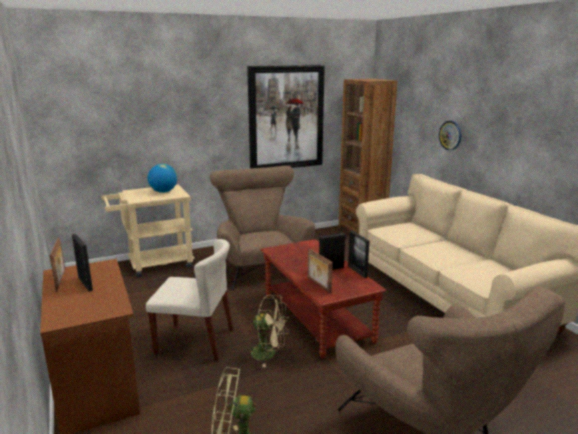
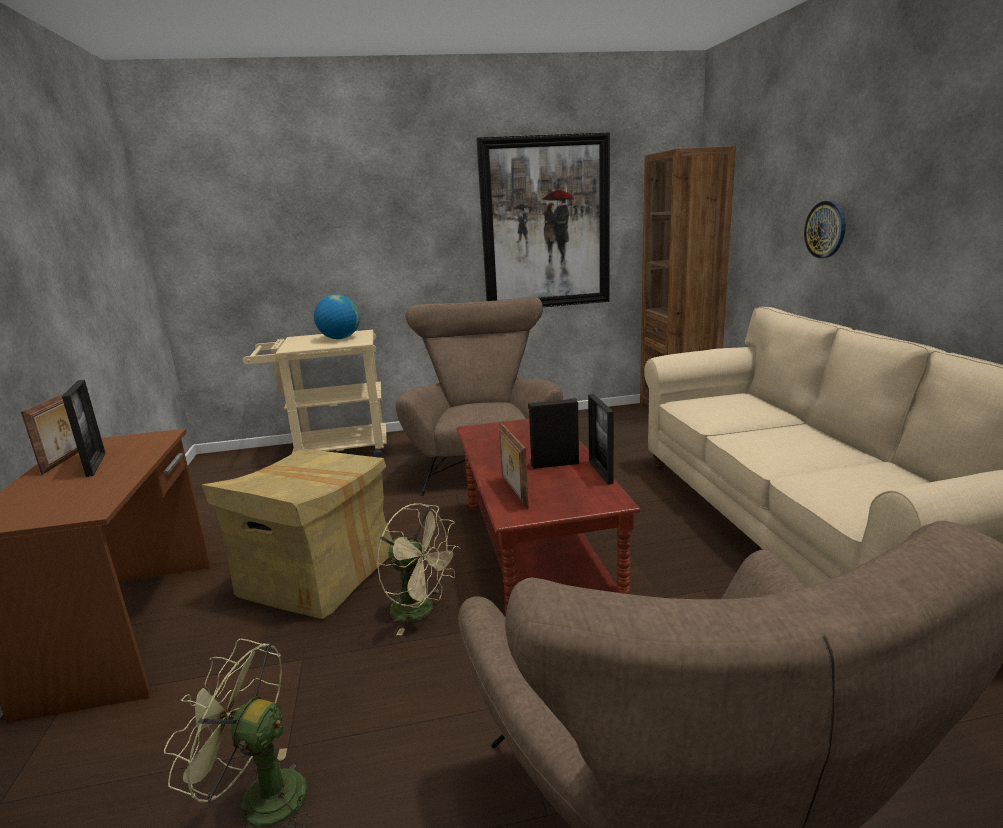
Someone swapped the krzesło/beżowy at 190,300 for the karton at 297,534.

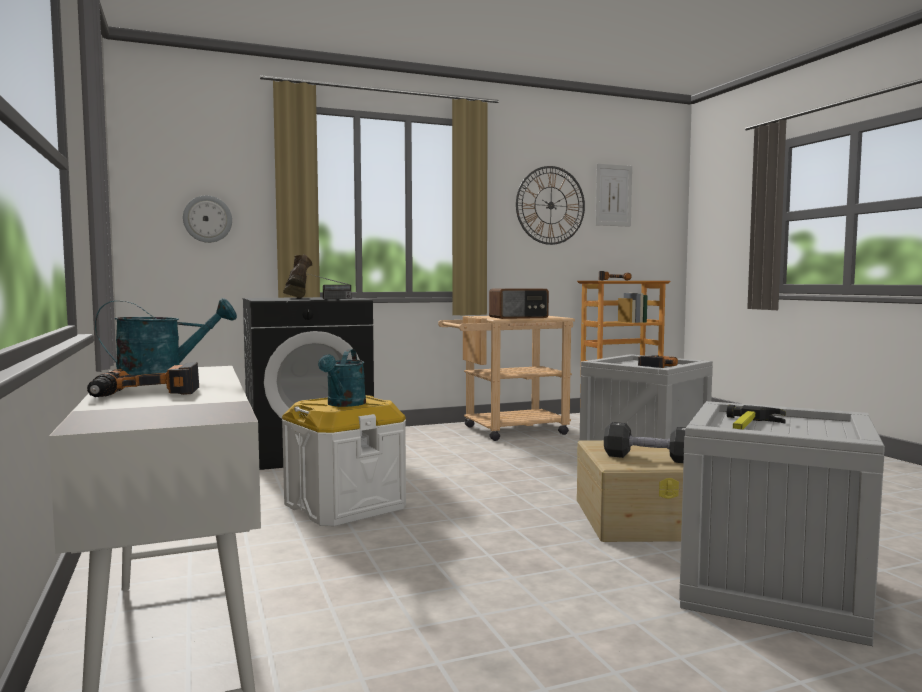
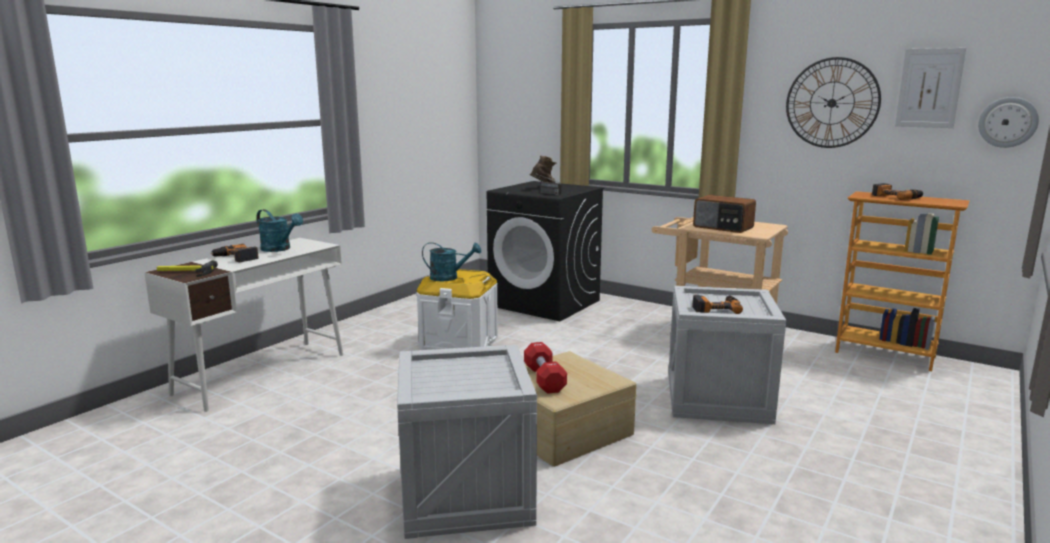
Someone carried the zegar ścienny from 207,219 to 1008,122. Someone rotated the konewka/turkusowy at 342,378 by 150 degrees counterclockwise. Someone carried the młotek from 756,417 to 187,268. Someone repainted the hantel/czarny at 644,442, which became the hantel/czerwony at 545,368.

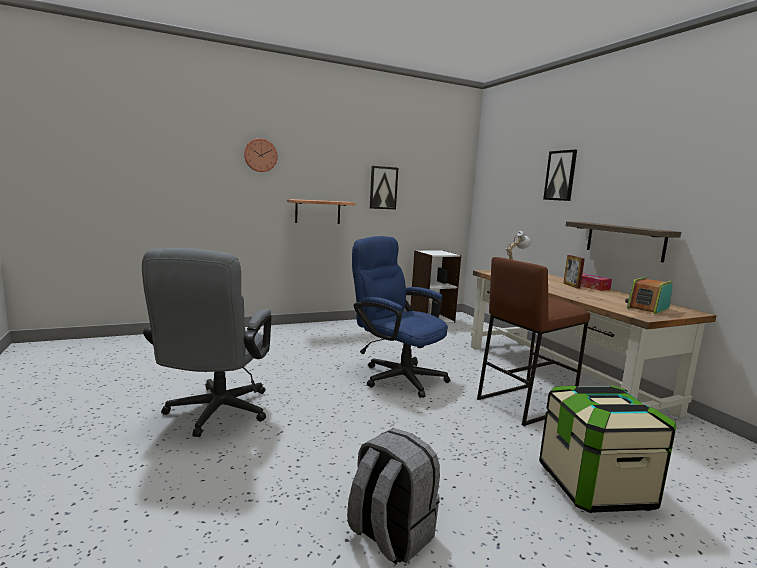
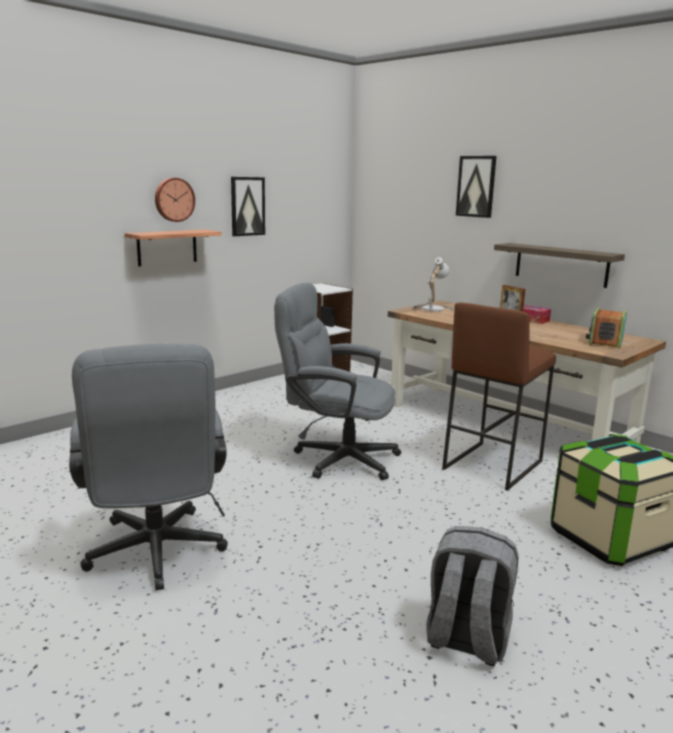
Someone carried the zegar ścienny from 260,155 to 175,200. Someone repainted the krzesło biurowe/niebieski at 401,317, which became the krzesło biurowe/szary at 337,381.

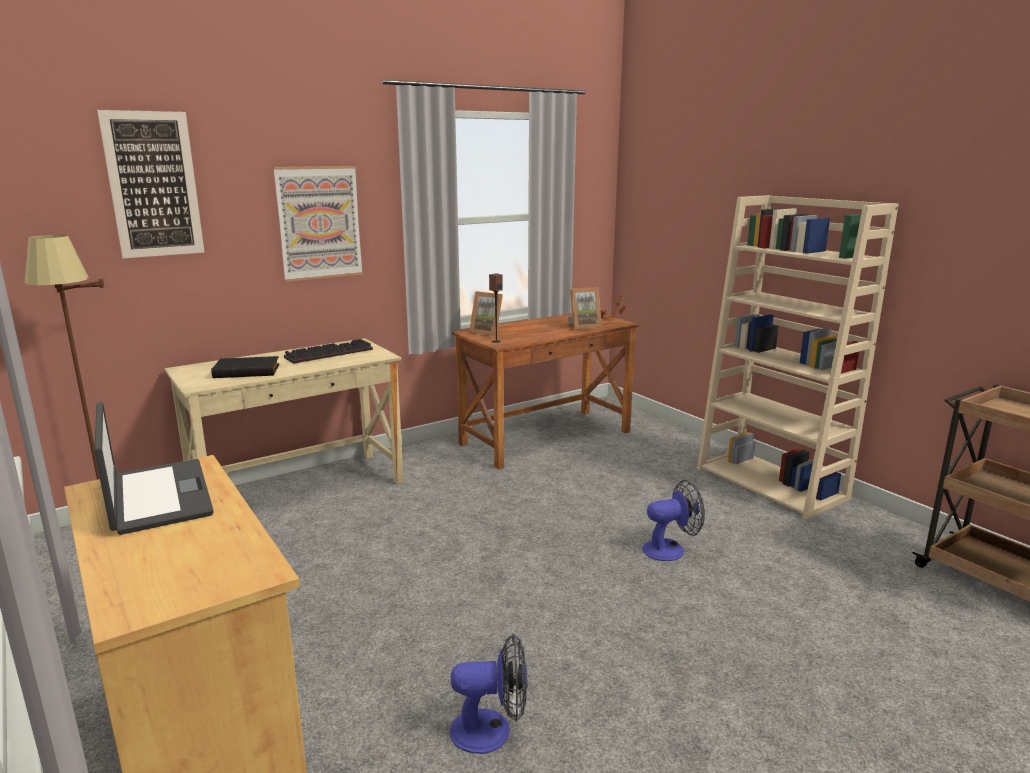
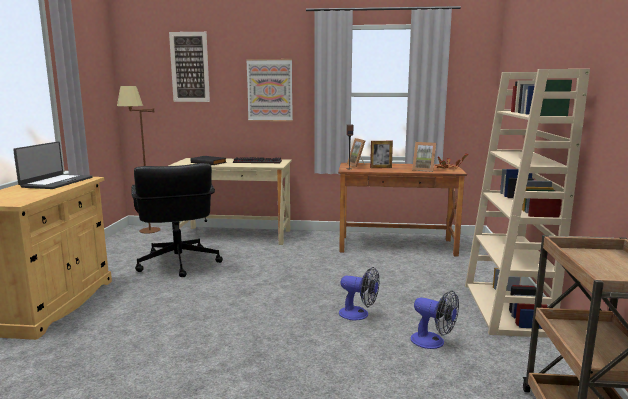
Someone carried the wentylator from 489,694 to 435,320. Someone put down the ramka na zdjęcie at 381,154. Someone put down the krzesło biurowe/czarny at 177,220.

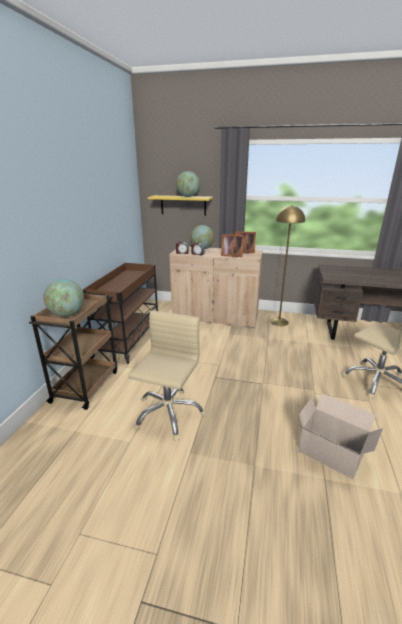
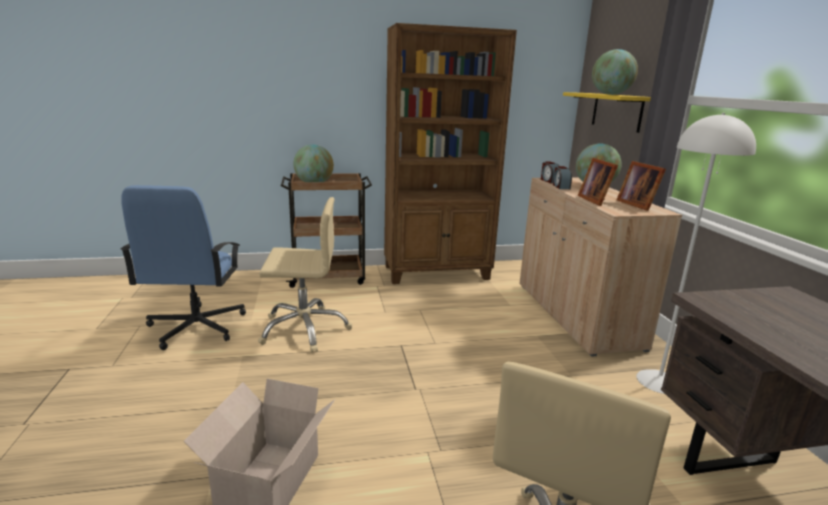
Someone repainted the lampa stojąca/żółty at 287,265, which became the lampa stojąca/biały at 696,253. Someone swapped the wózek/brązowy at 120,313 for the regał/brązowy at 450,153. Someone put down the krzesło biurowe/niebieski at 183,267.

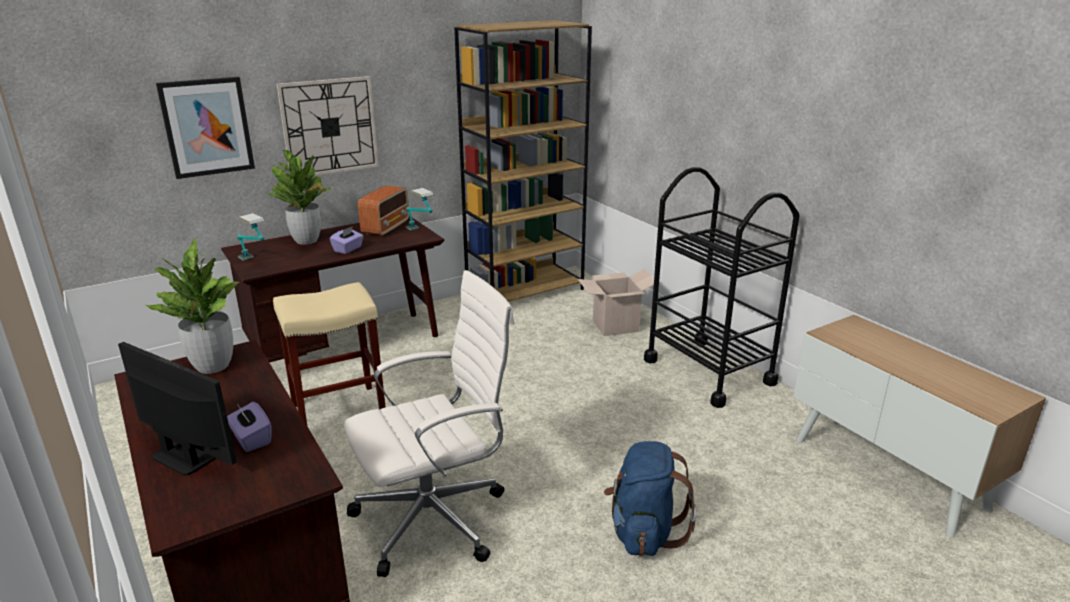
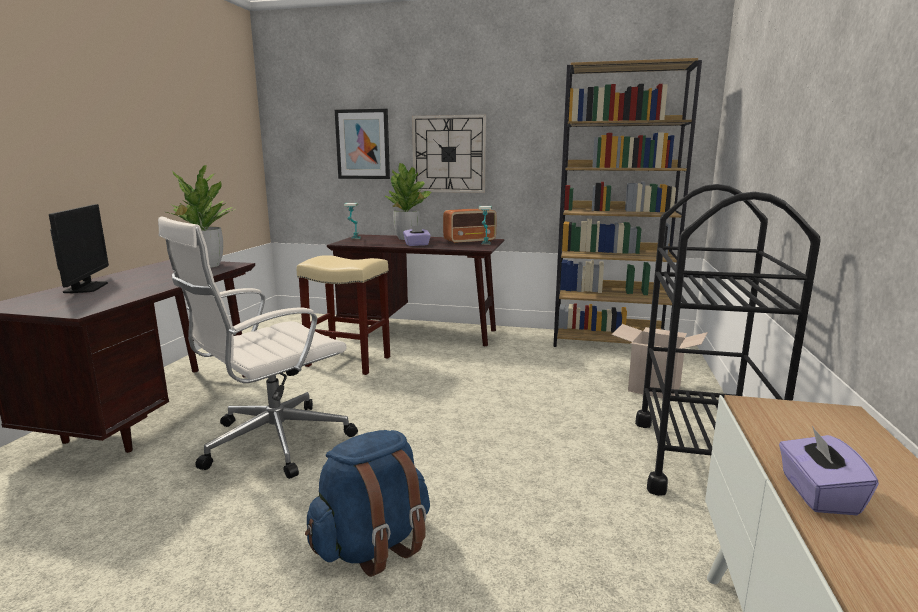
Someone rotated the krzesło biurowe/biały at 429,423 by 120 degrees clockwise. Someone carried the pudełko chusteczek/fioletowy from 249,427 to 829,470.

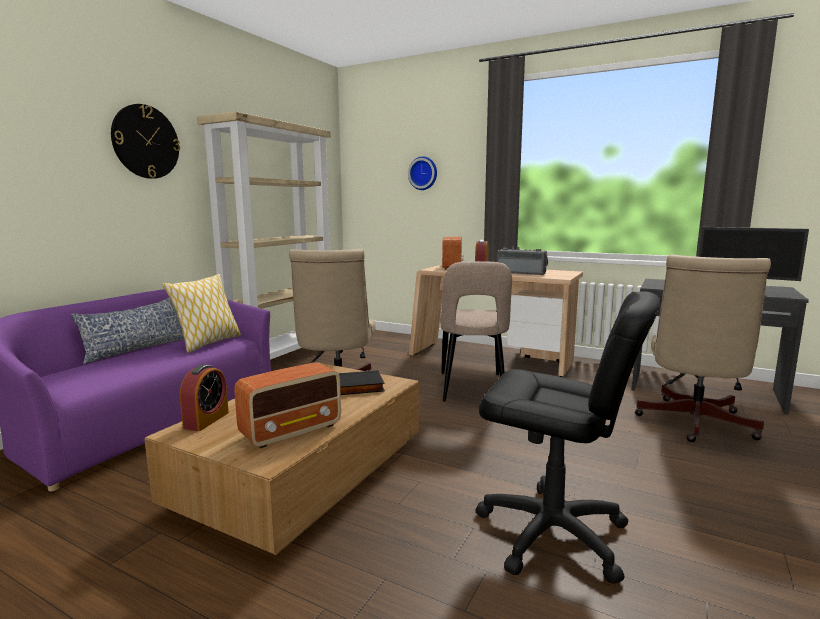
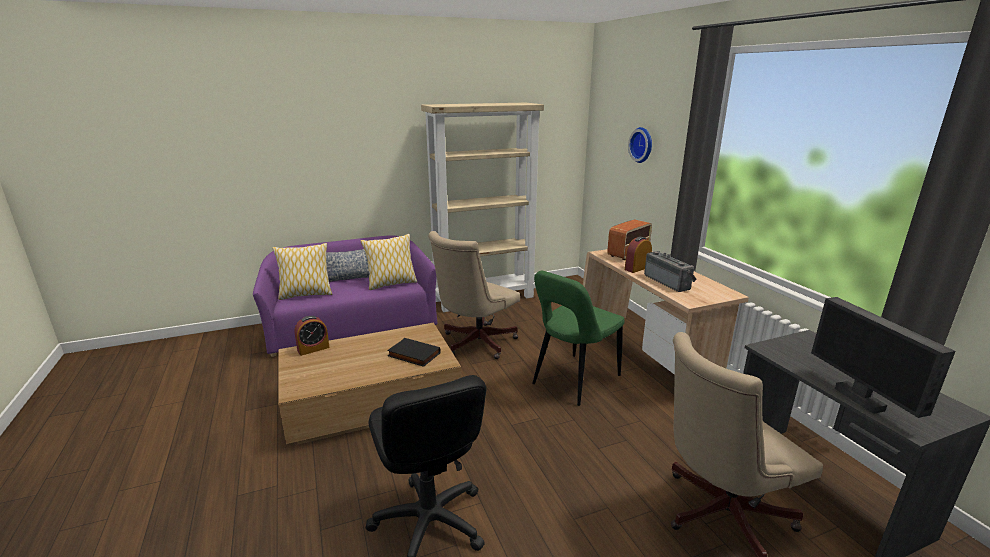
Someone took away the zegar ścienny at 145,141. Someone repainted the krzesło/beżowy at 476,331, which became the krzesło/zielony at 578,338. Someone took away the radio at 287,405. Someone put down the poduszka at 302,271.

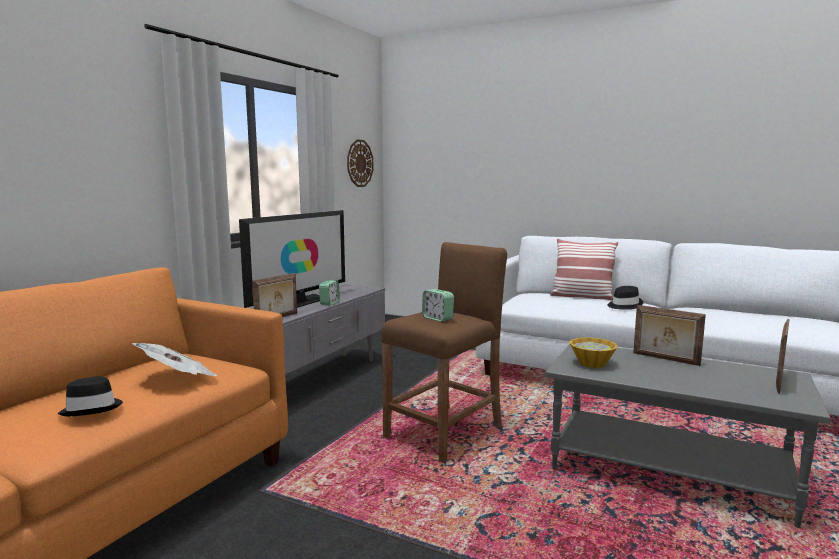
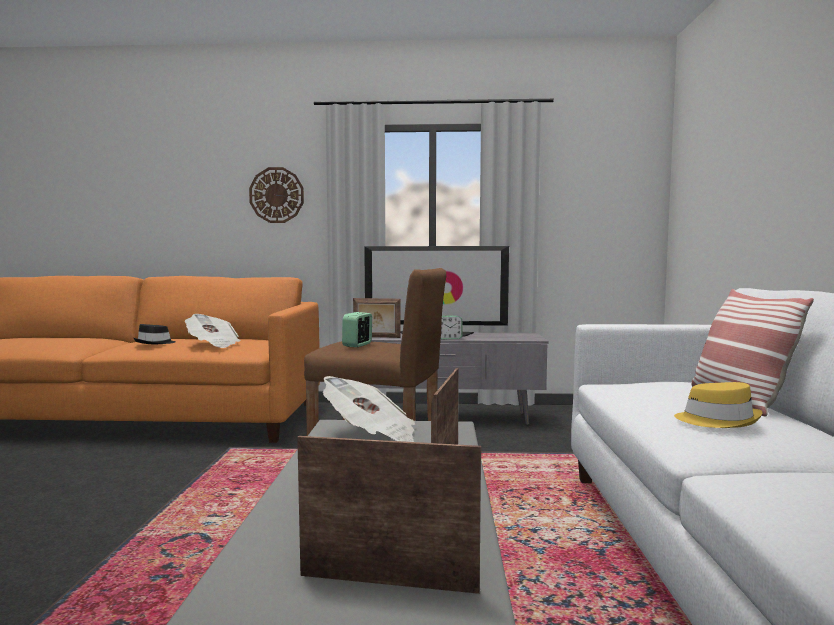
Someone carried the zegar ścienny from 360,163 to 276,195. Someone repainted the kapelusz/czarny at 625,298, which became the kapelusz/żółty at 718,405. Someone swapped the miska at 593,352 for the gazeta at 369,409.

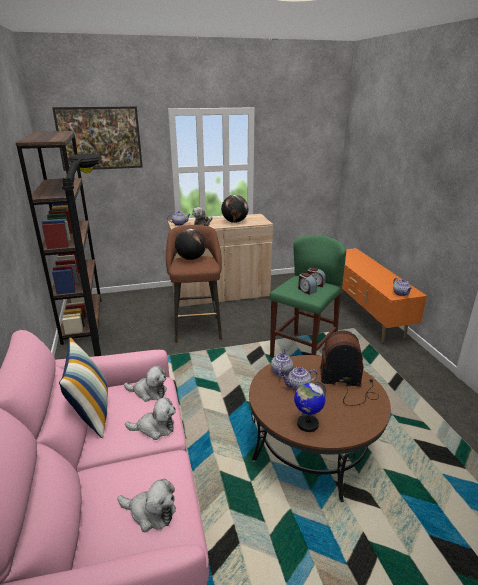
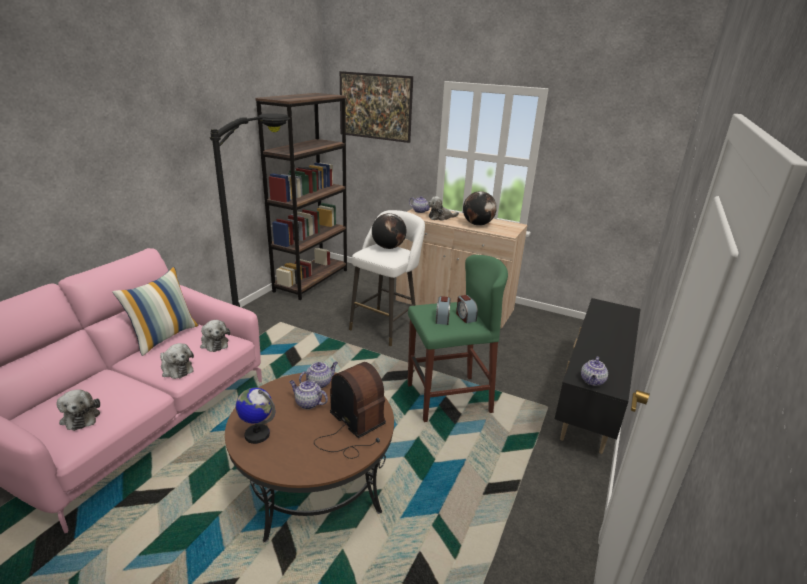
Someone repainted the stołek/brązowy at 194,284, which became the stołek/biały at 387,278. Someone repainted the szafka pod telewizor/pomarańczowy at 384,295, which became the szafka pod telewizor/czarny at 597,376.

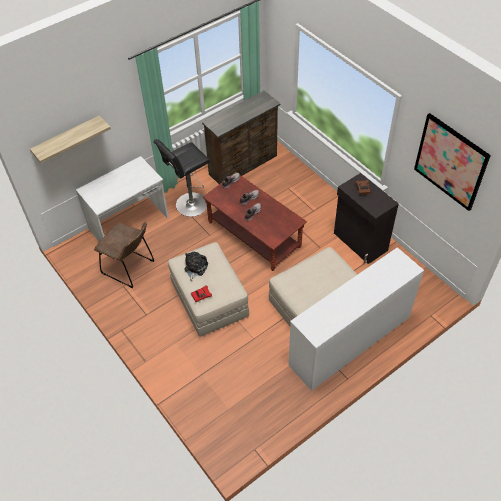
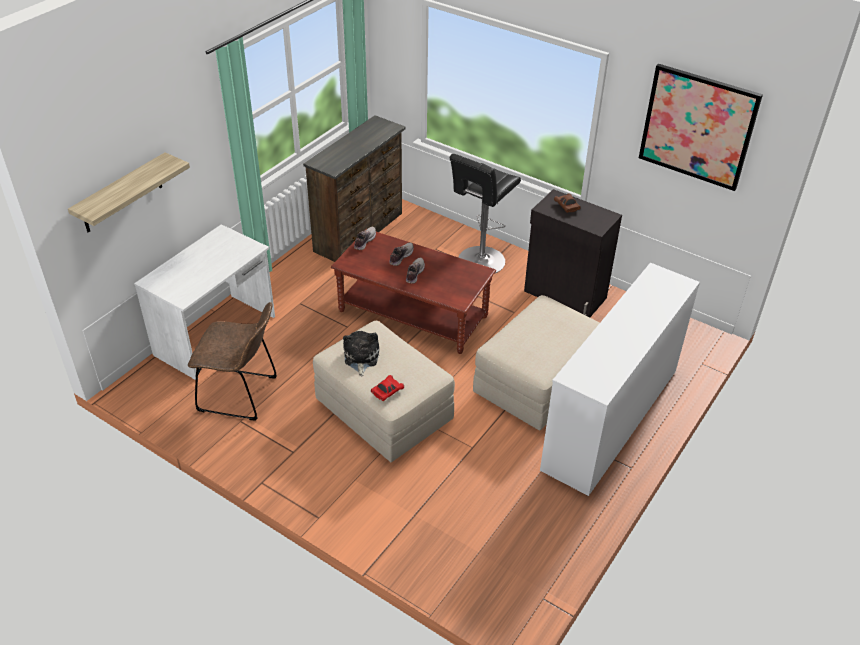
Someone carried the stołek/czarny from 181,178 to 485,214.

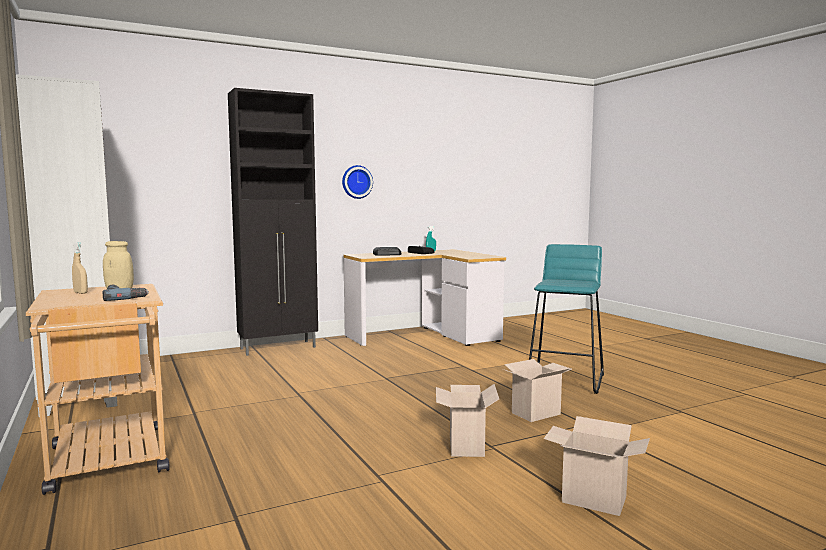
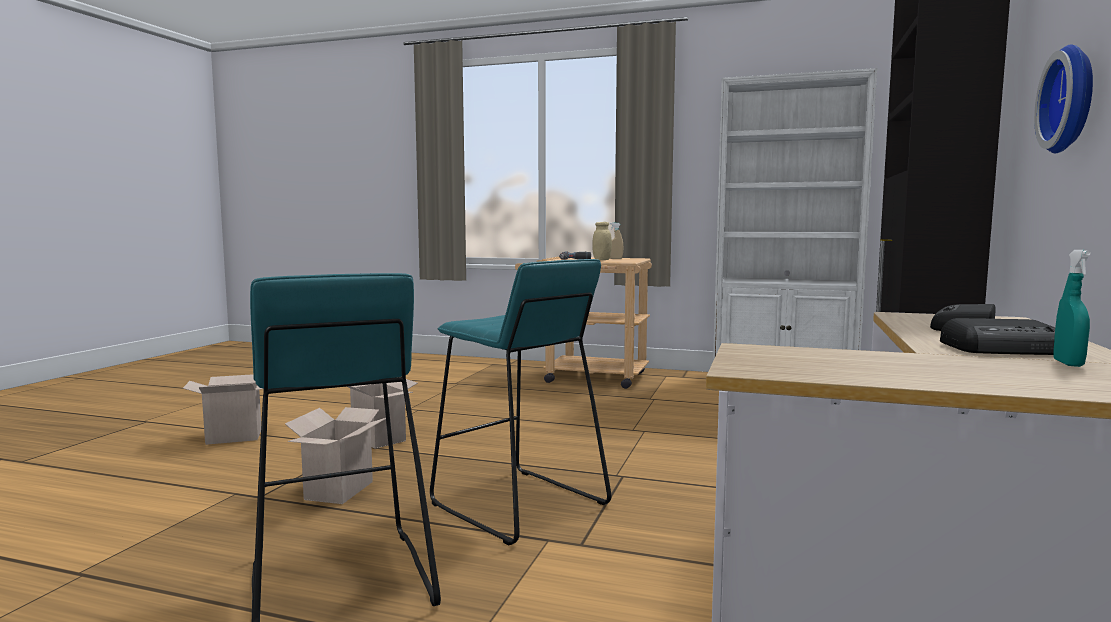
Someone put down the stołek/turkusowy at 520,402.

